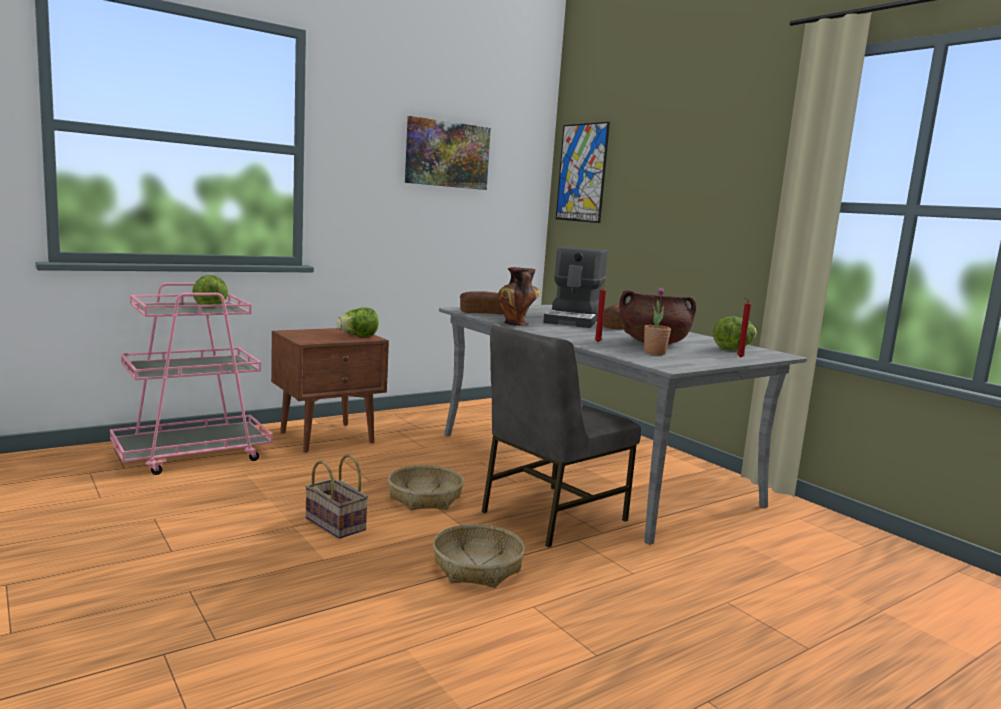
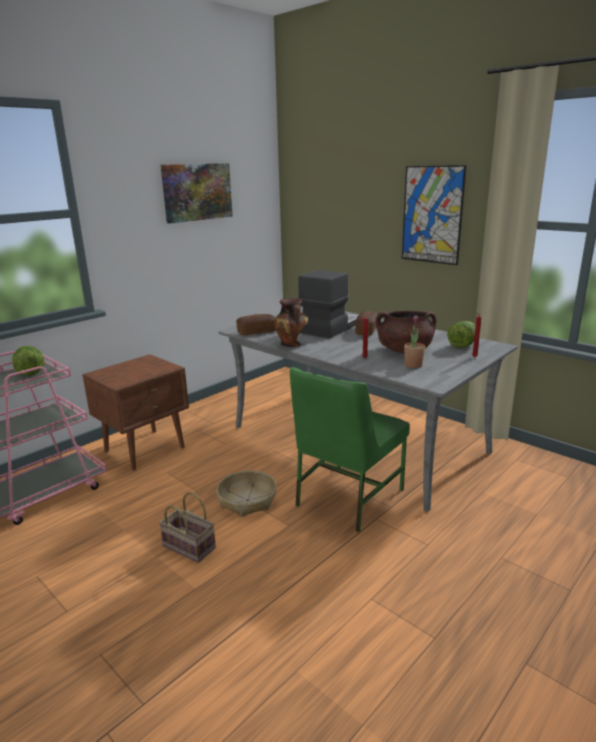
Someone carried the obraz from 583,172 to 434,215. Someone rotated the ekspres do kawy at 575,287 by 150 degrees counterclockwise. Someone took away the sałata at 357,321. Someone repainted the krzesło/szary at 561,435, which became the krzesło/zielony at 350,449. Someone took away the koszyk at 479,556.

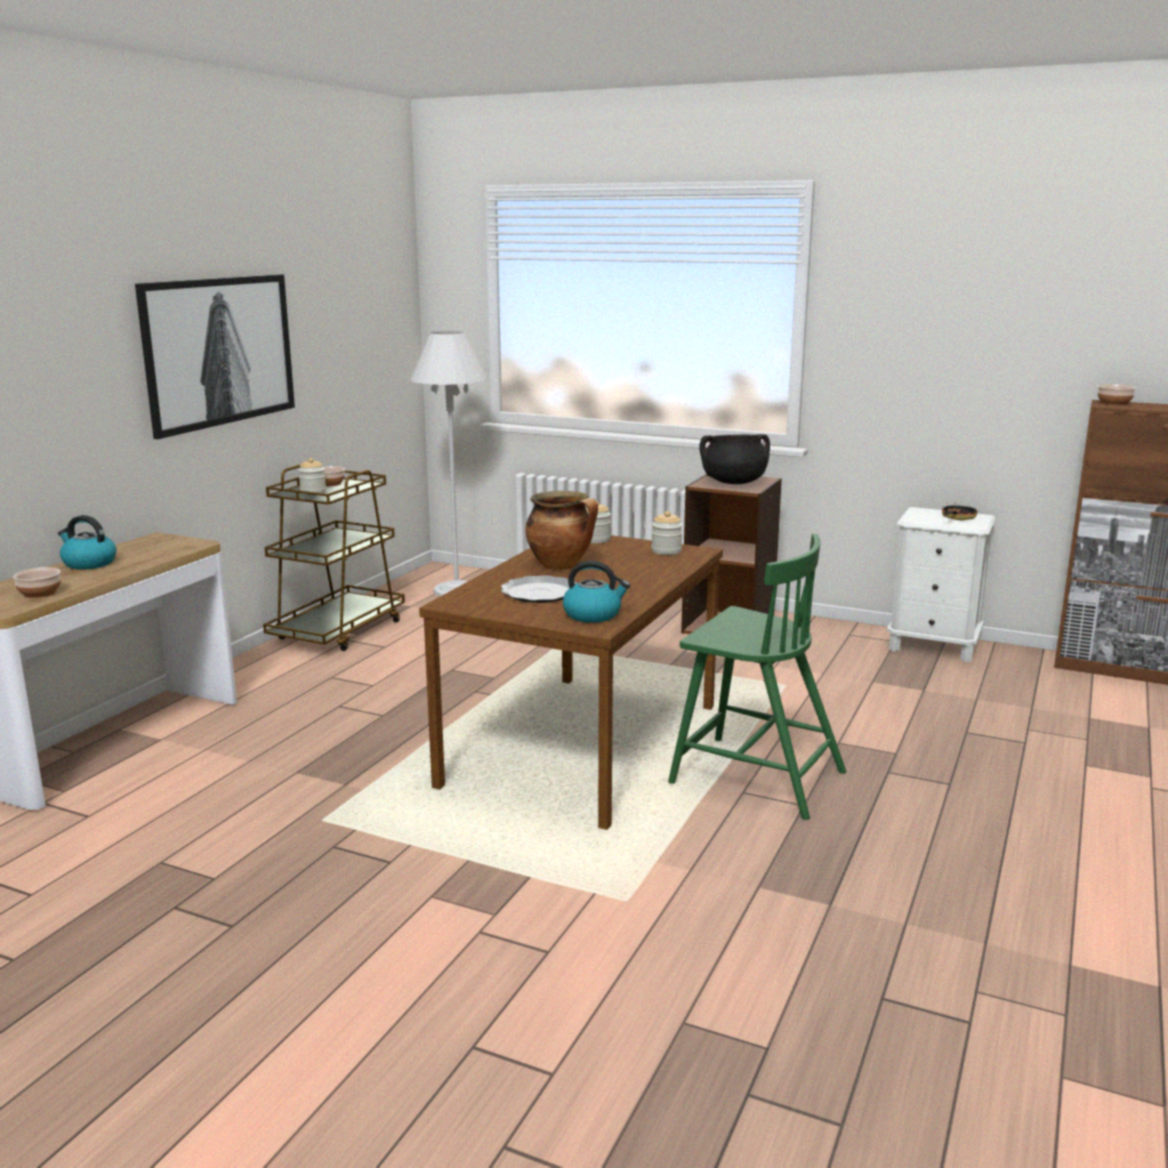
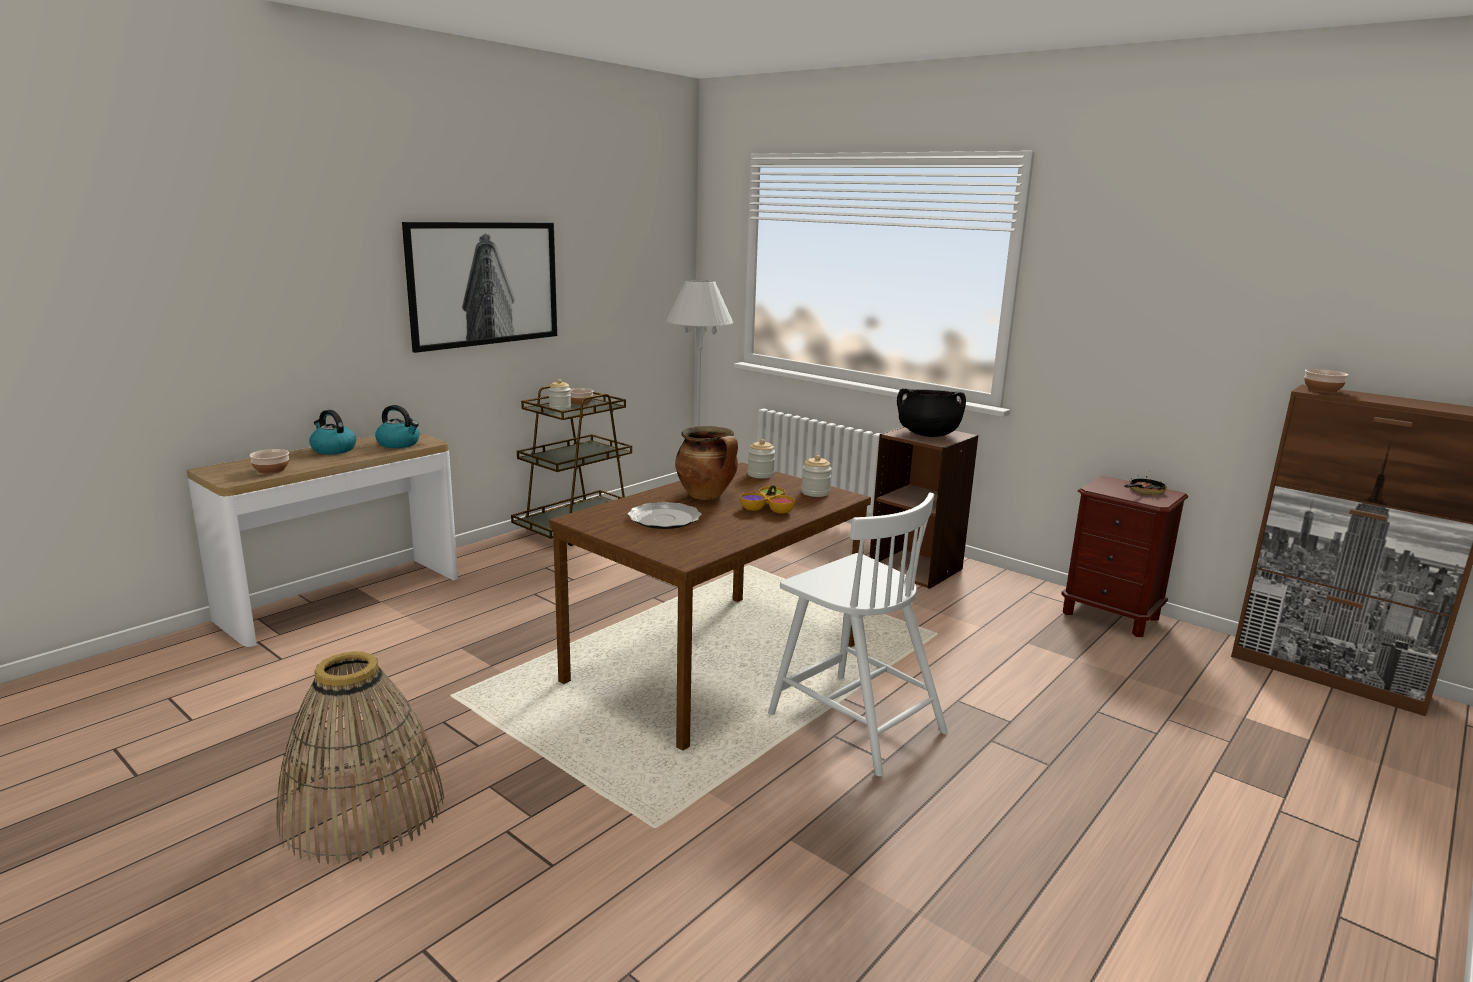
Someone repainted the szafka nocna/biały at 941,584, which became the szafka nocna/brązowy at 1124,556. Someone repainted the krzesło/zielony at 757,677, which became the krzesło/biały at 858,634. Someone carried the czajnik from 596,592 to 397,426. Someone put down the miska at 767,499. Someone put down the koszyk at 360,757.

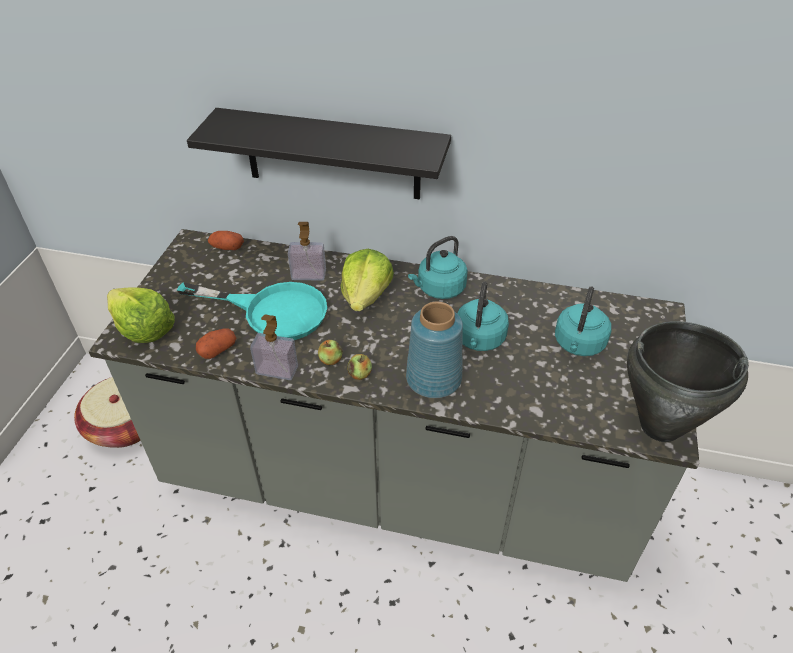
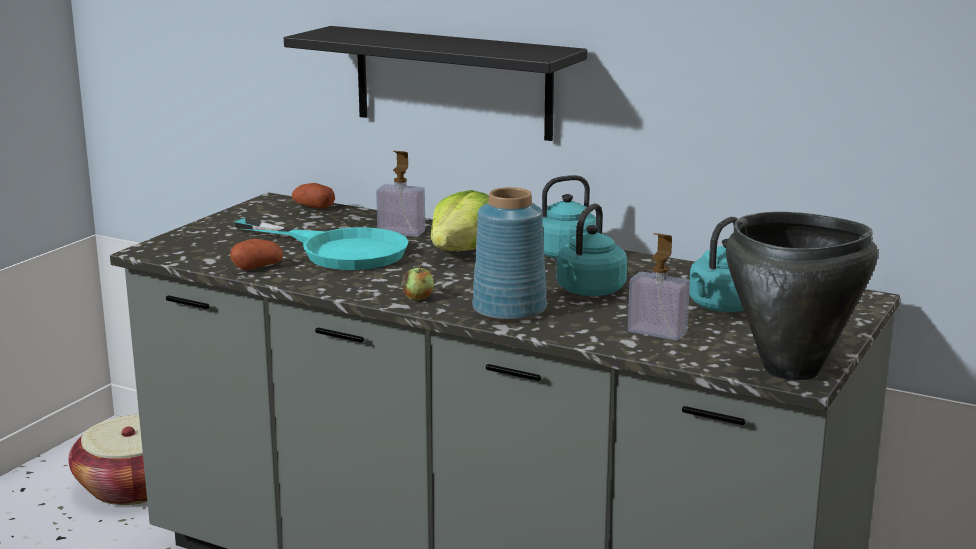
Someone took away the sałata at 141,315. Someone carried the dozownik mydła from 274,347 to 659,286. Someone took away the jabłko at 330,352.

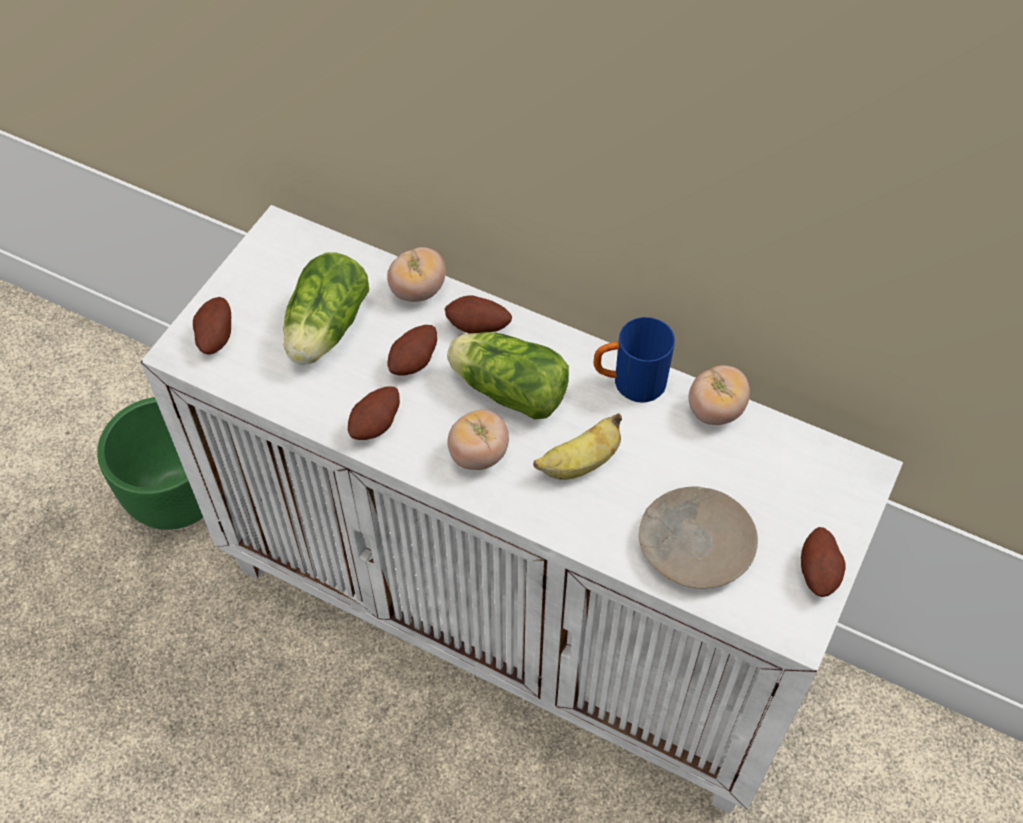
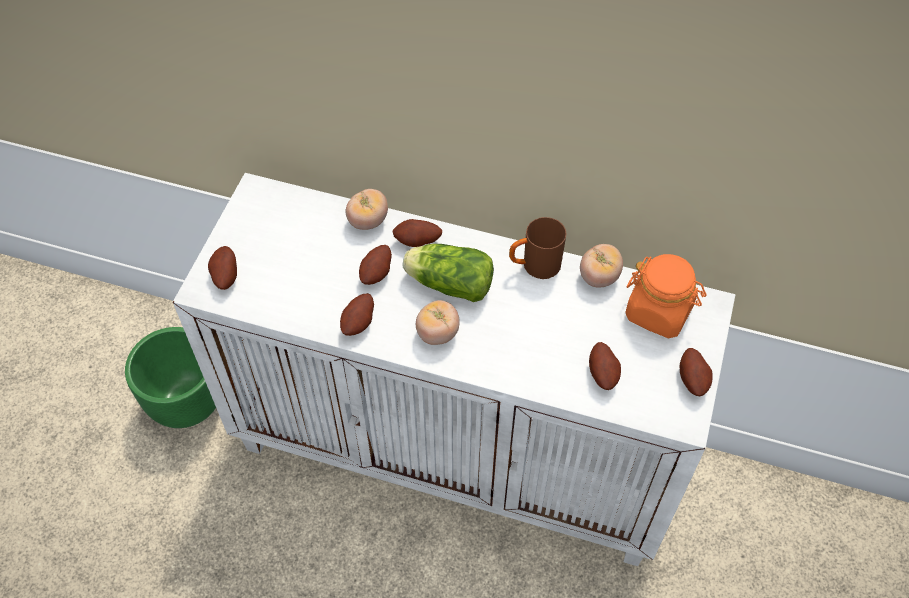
Someone took away the sałata at 326,308. Someone repainted the kubek/niebieski at 634,360, which became the kubek/brązowy at 537,248. Someone took away the banan at 577,446. Someone swapped the talerz/beżowy at 698,537 for the ziemniak at 605,366. Someone put down the słoik/pomarańczowy at 666,296.

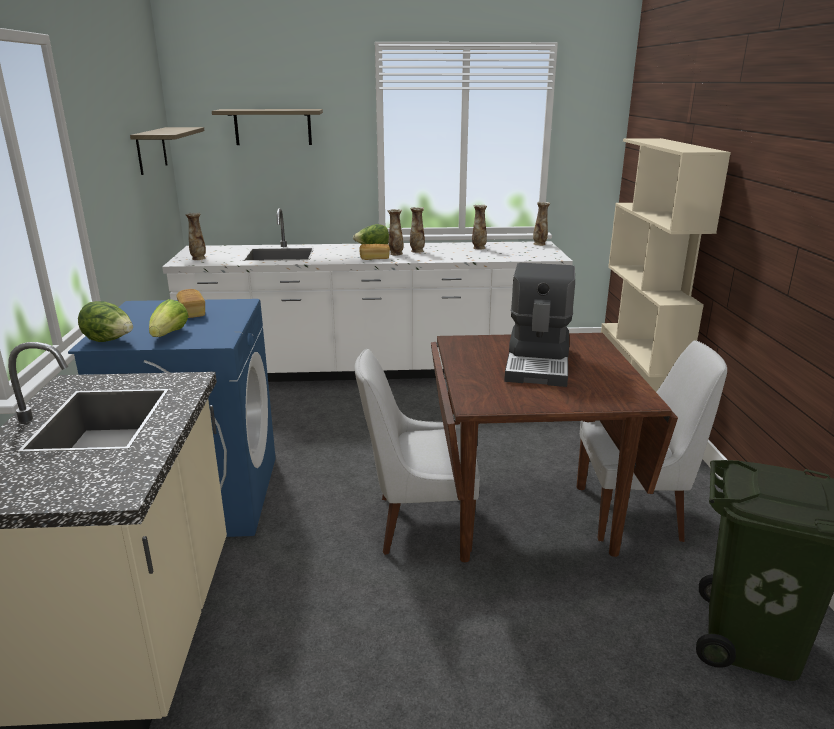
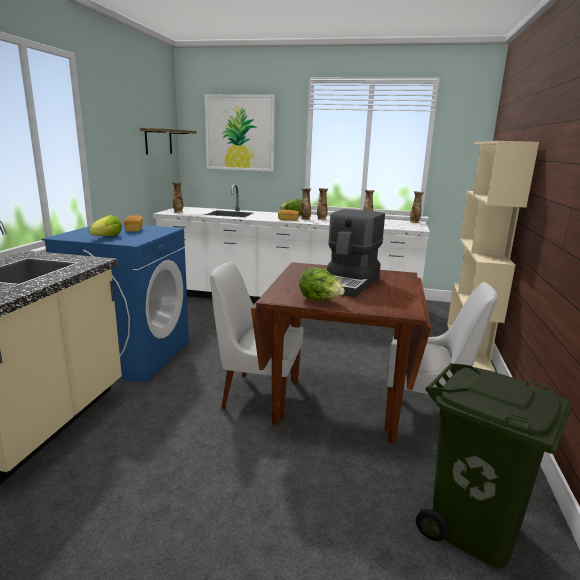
Someone swapped the półka at 267,127 for the obraz at 240,132. Someone carried the sałata from 105,321 to 322,284.

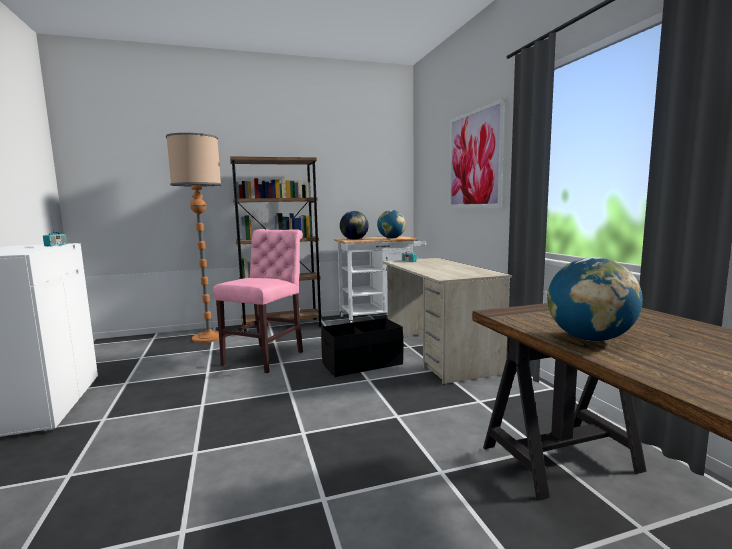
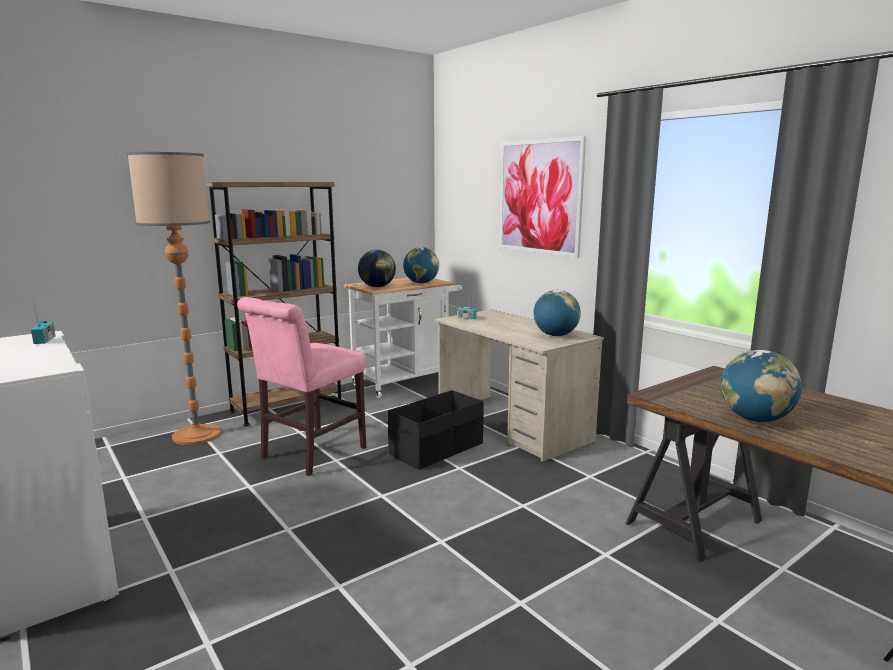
Someone rotated the krzesło/różowy at 258,301 by 150 degrees counterclockwise. Someone put down the globus at 557,313.

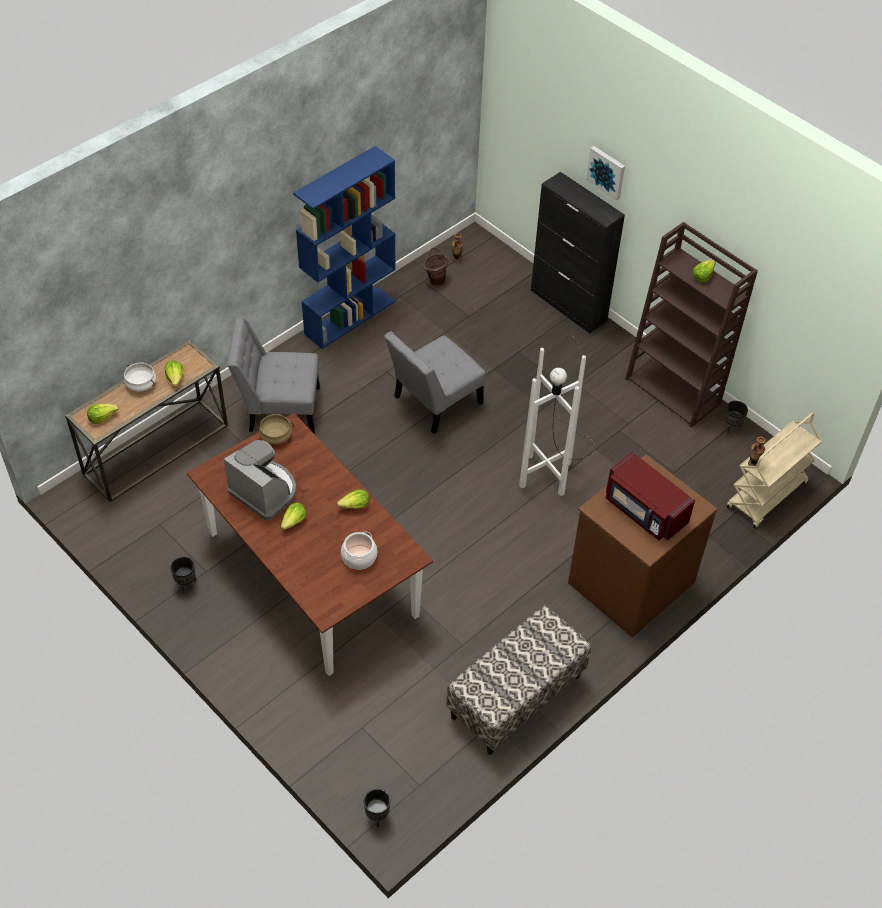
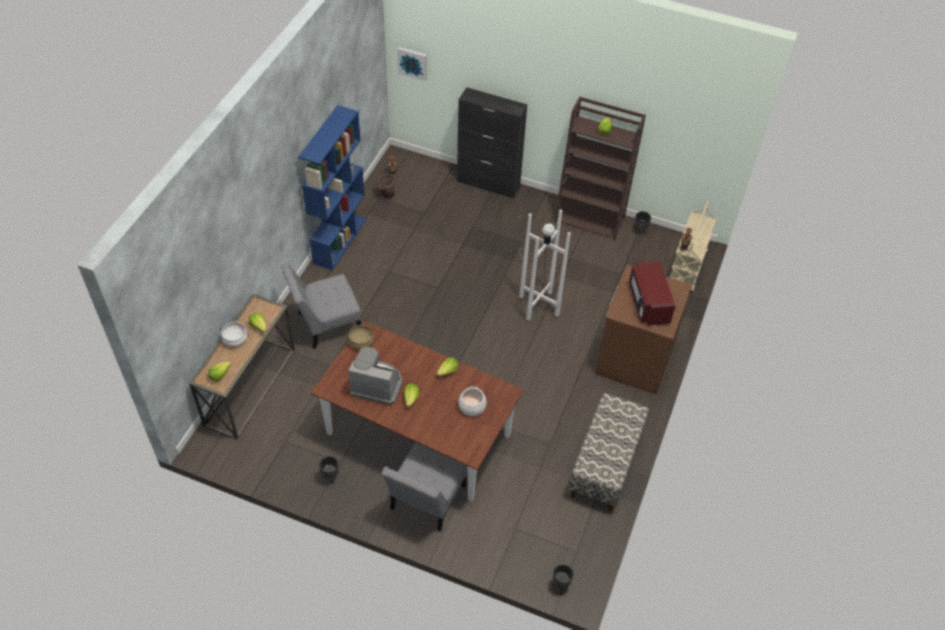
Someone carried the obraz from 605,173 to 412,64. Someone carried the krzesło/szary from 434,382 to 425,487. Someone rotated the mikrofalówka/czerwony at 650,496 by 60 degrees clockwise.

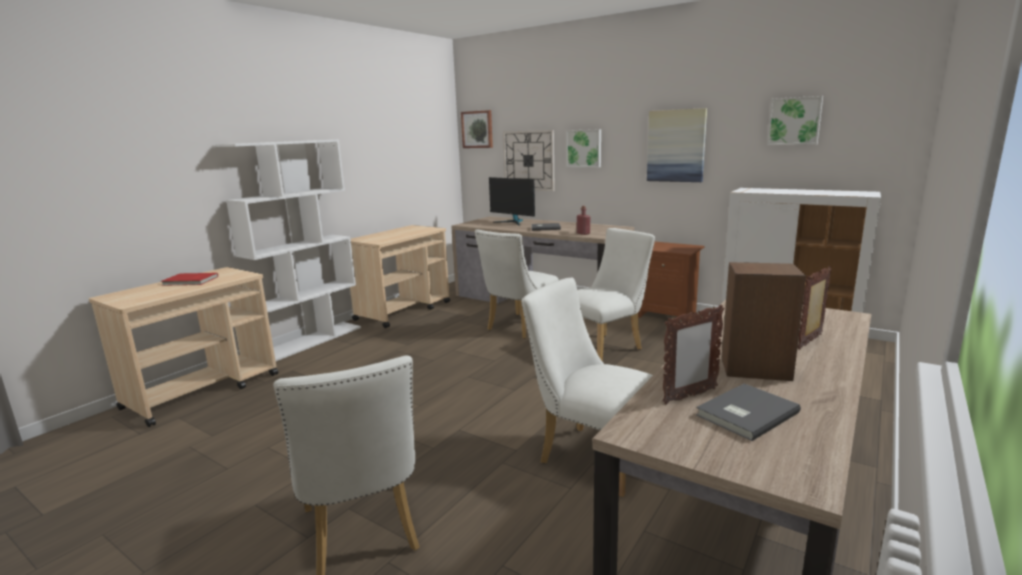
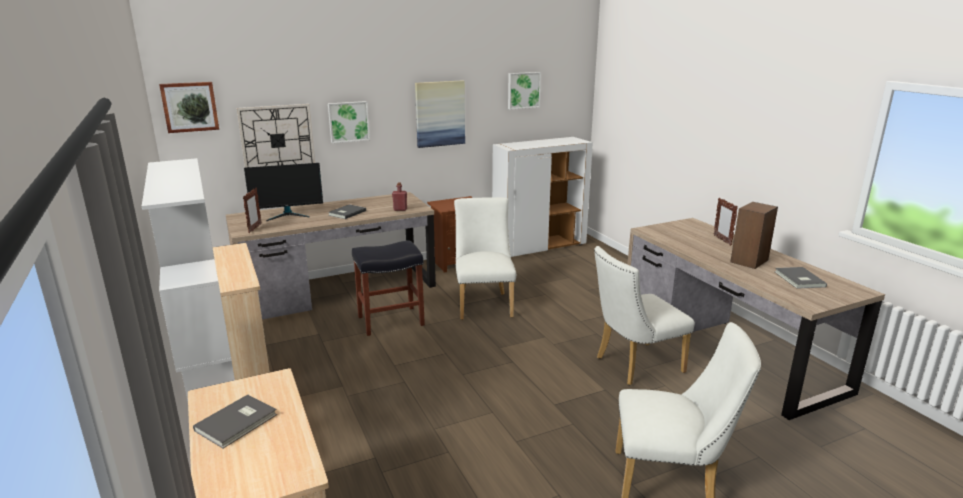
Someone swapped the krzesło/biały at 516,284 for the stołek/czarny at 388,288. Someone repainted the książka/czerwony at 189,279, which became the książka/szary at 235,421. Someone carried the ramka na zdjęcie from 693,354 to 252,210.

